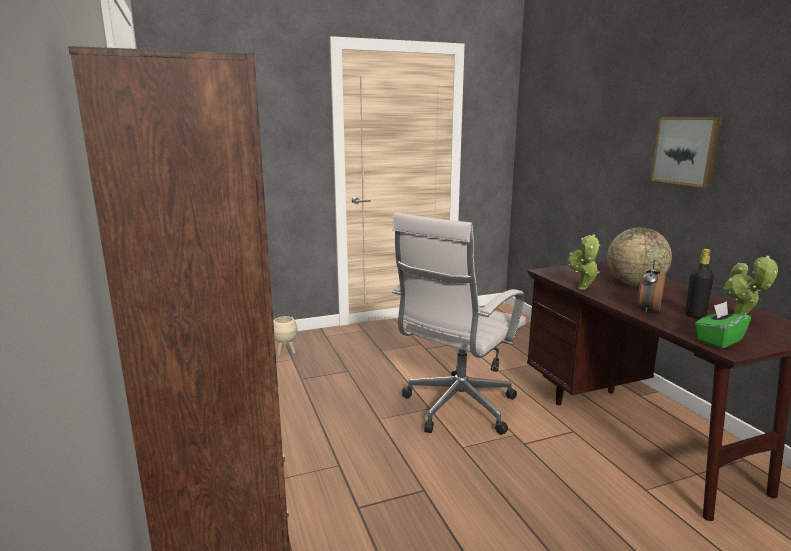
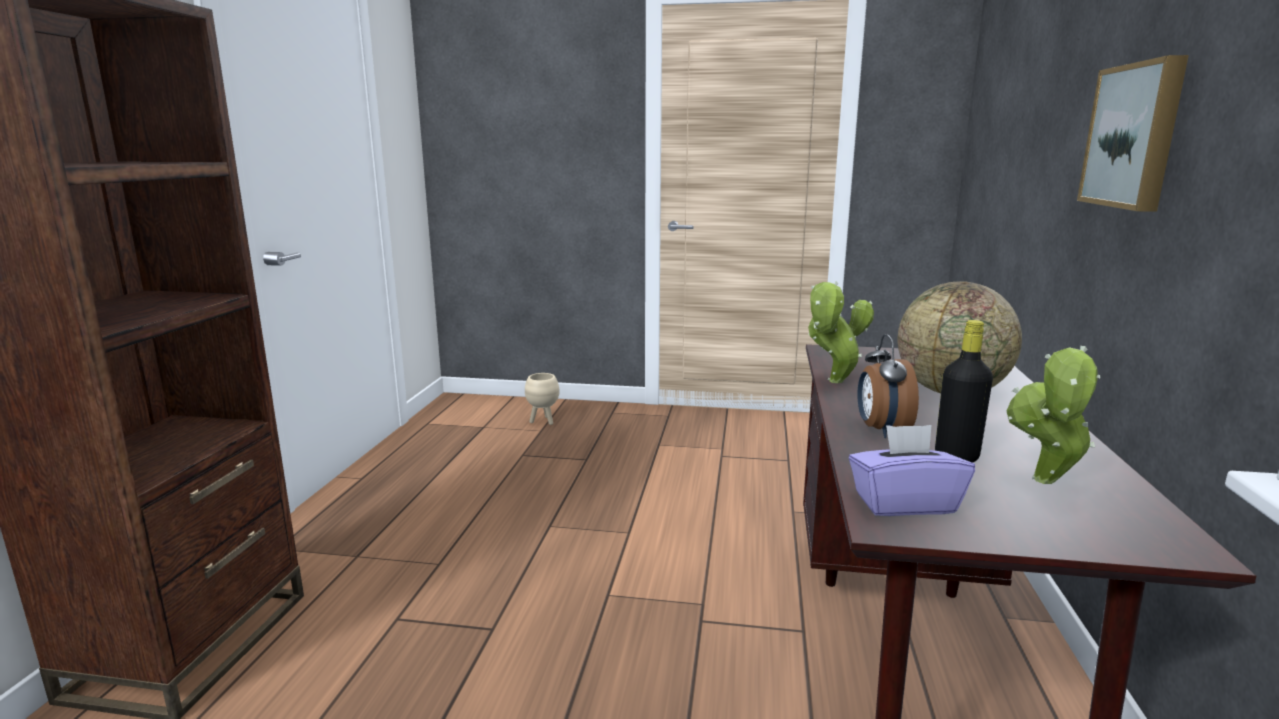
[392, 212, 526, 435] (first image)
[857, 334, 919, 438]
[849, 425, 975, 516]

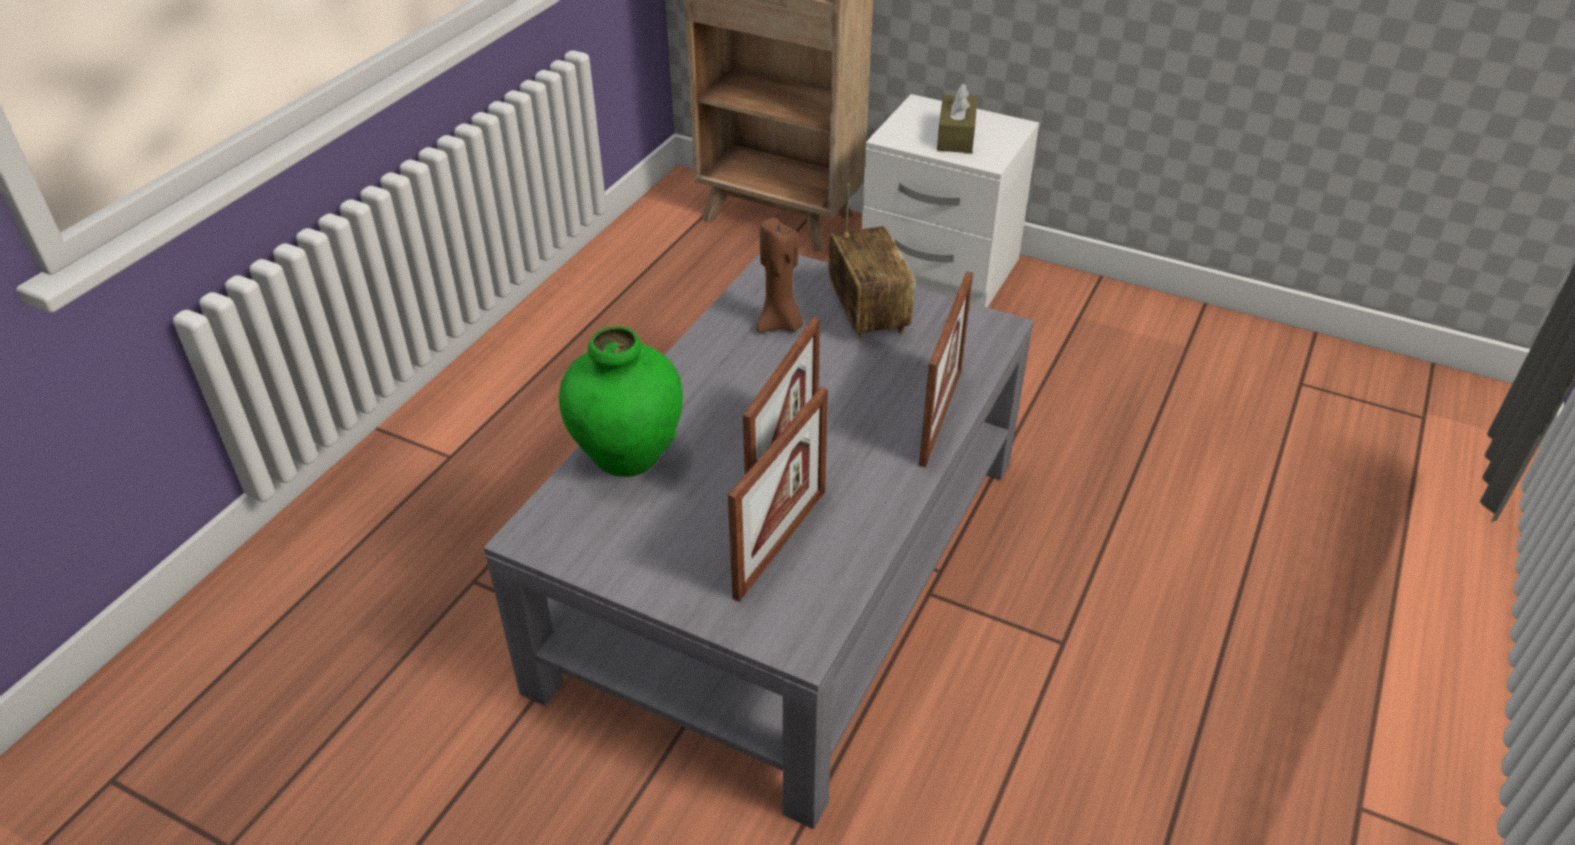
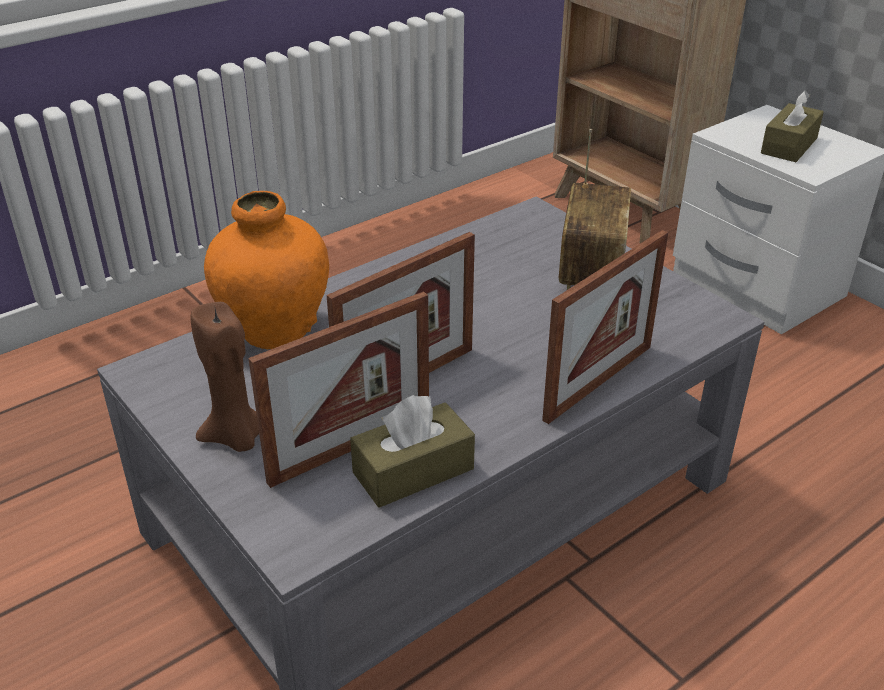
[204, 191, 329, 350]
[191, 302, 259, 452]
[350, 395, 475, 508]

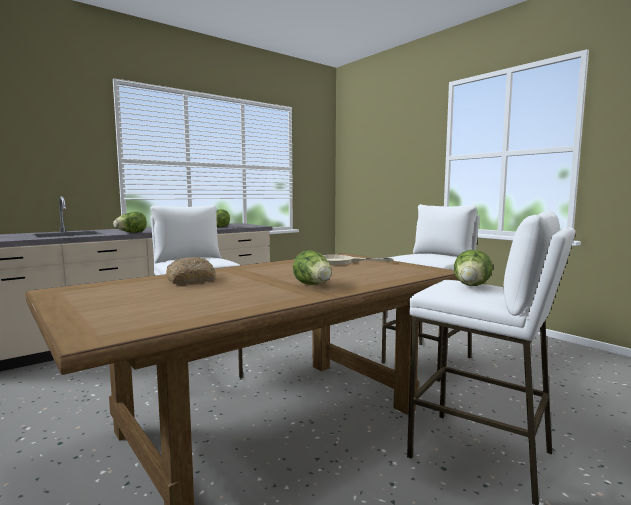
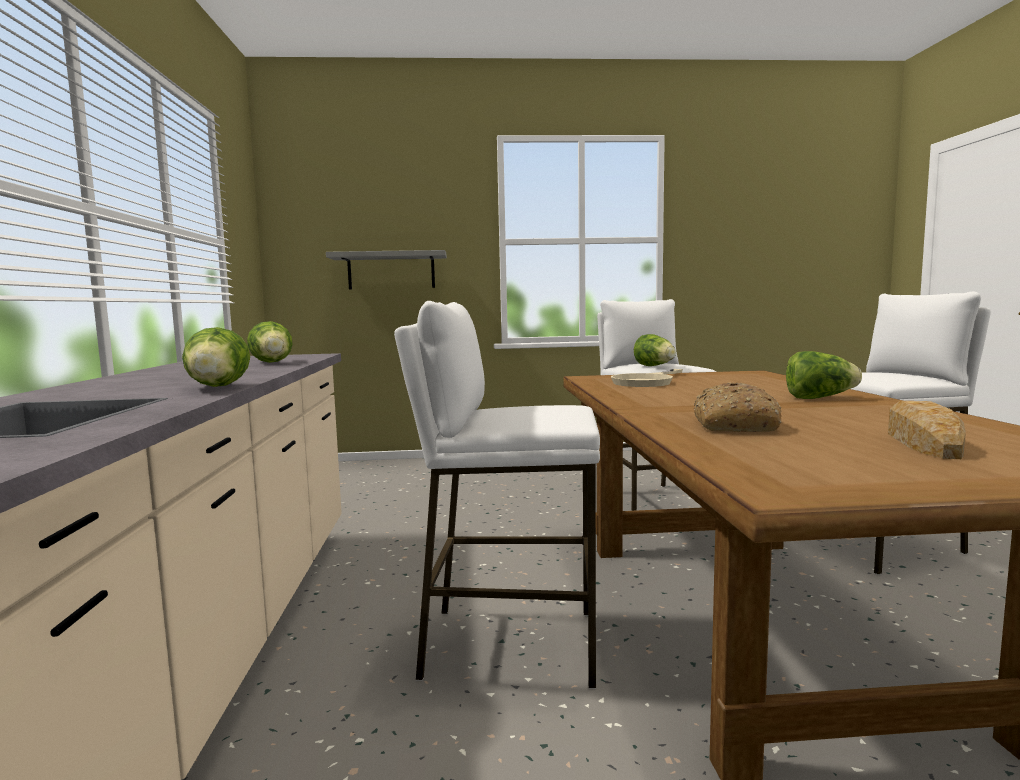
[634, 334, 676, 366]
[326, 250, 447, 289]
[888, 401, 966, 459]

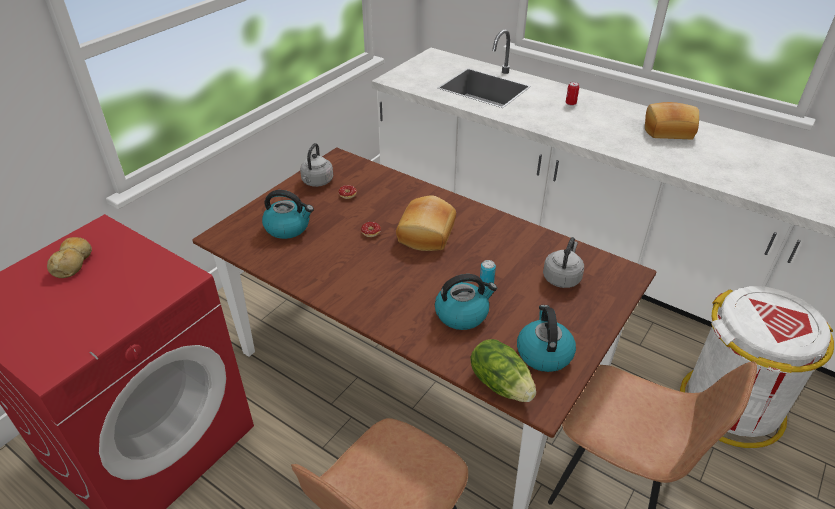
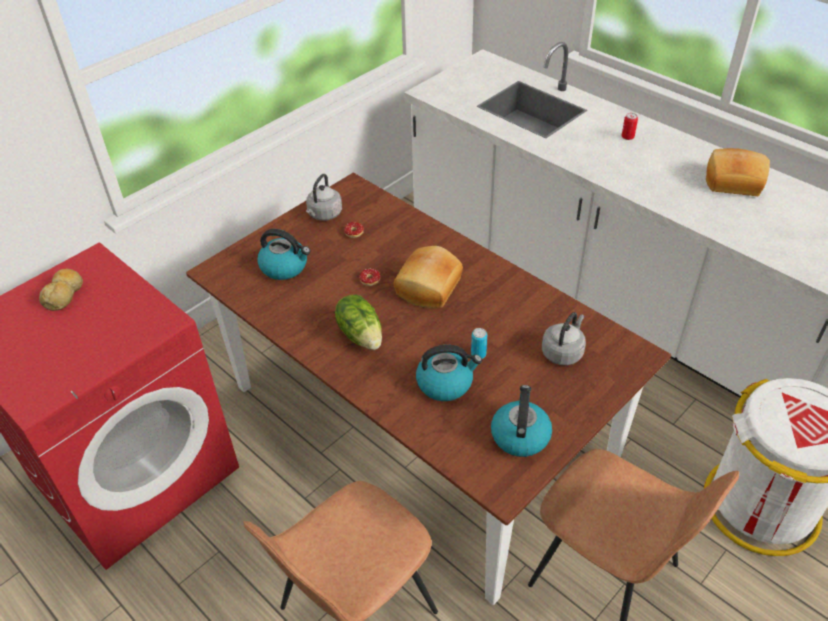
[335, 295, 382, 350]

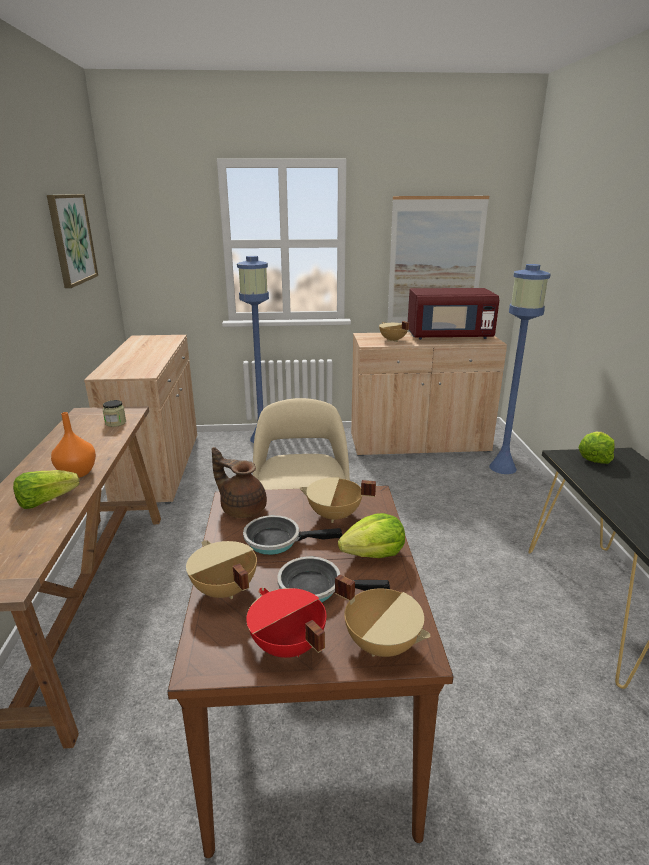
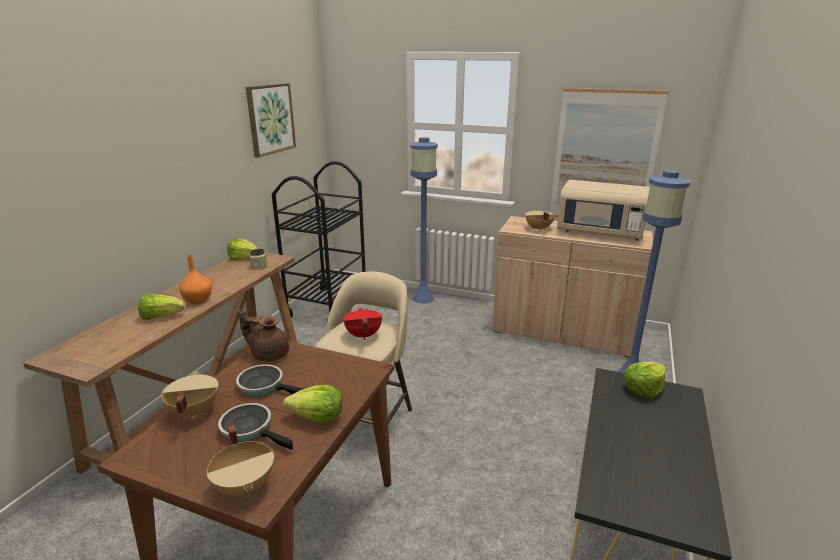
[272, 161, 366, 321]
[238, 309, 289, 362]
[343, 307, 382, 340]
[299, 477, 376, 523] (first image)
[557, 180, 650, 240]
[227, 238, 258, 260]

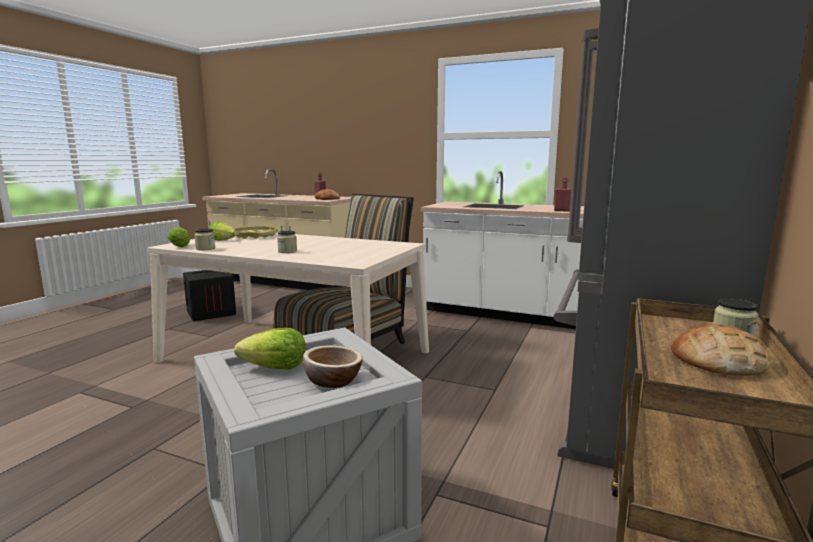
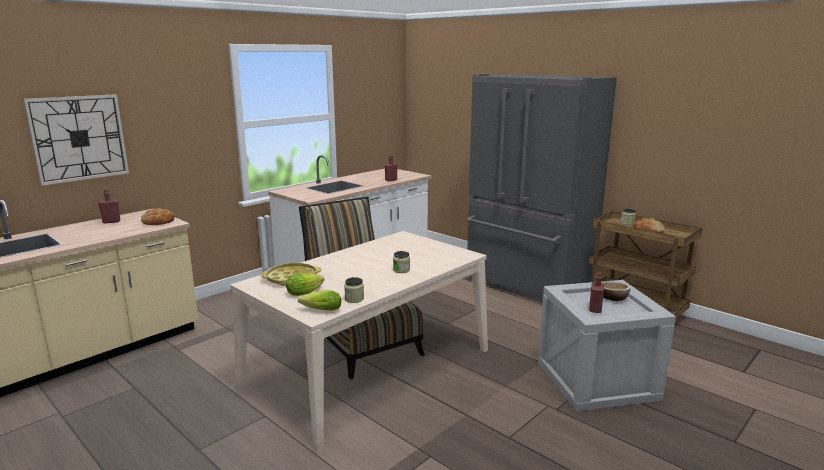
[183, 270, 236, 321] (first image)
[589, 272, 604, 313]
[23, 94, 129, 186]

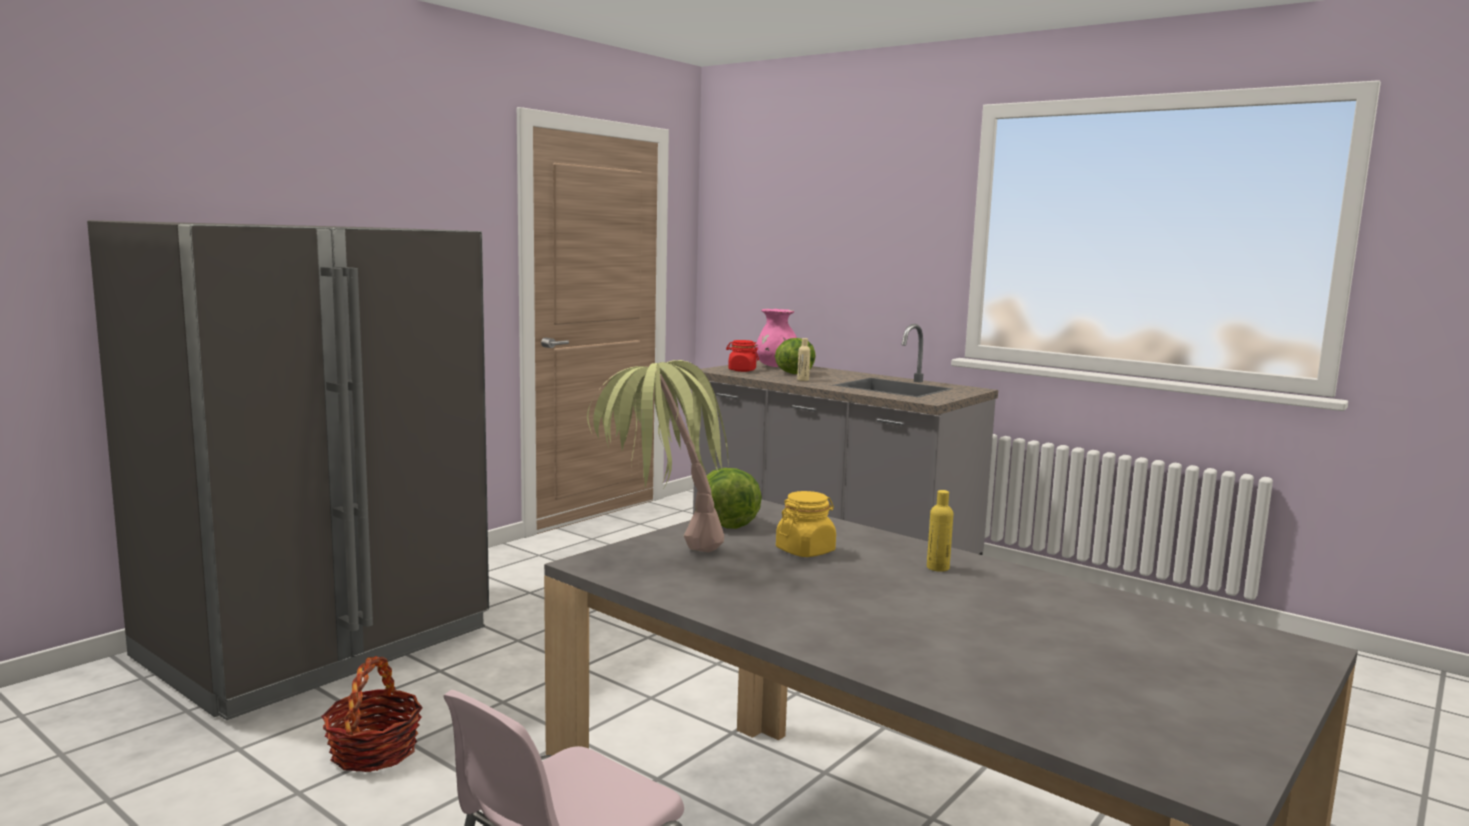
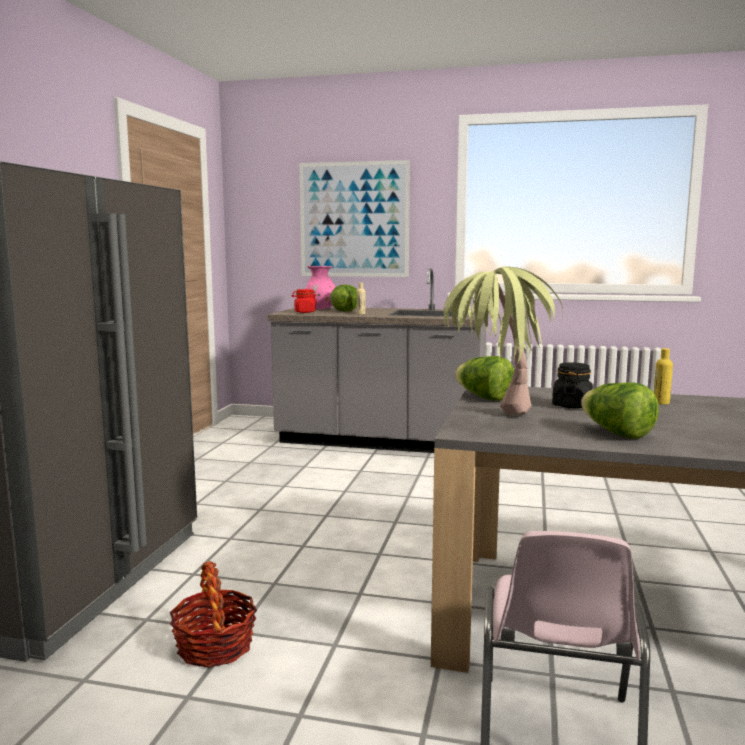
[552, 362, 593, 408]
[299, 160, 410, 277]
[581, 383, 659, 439]

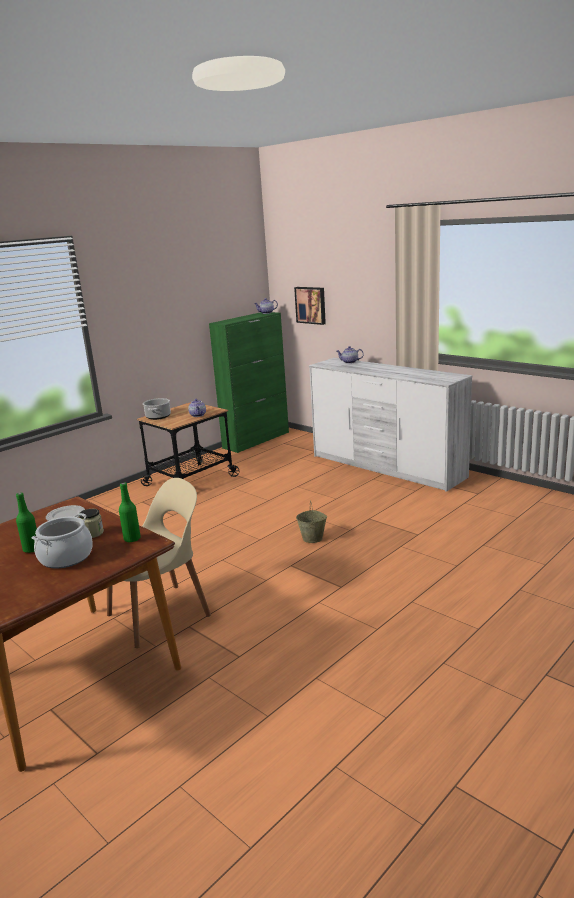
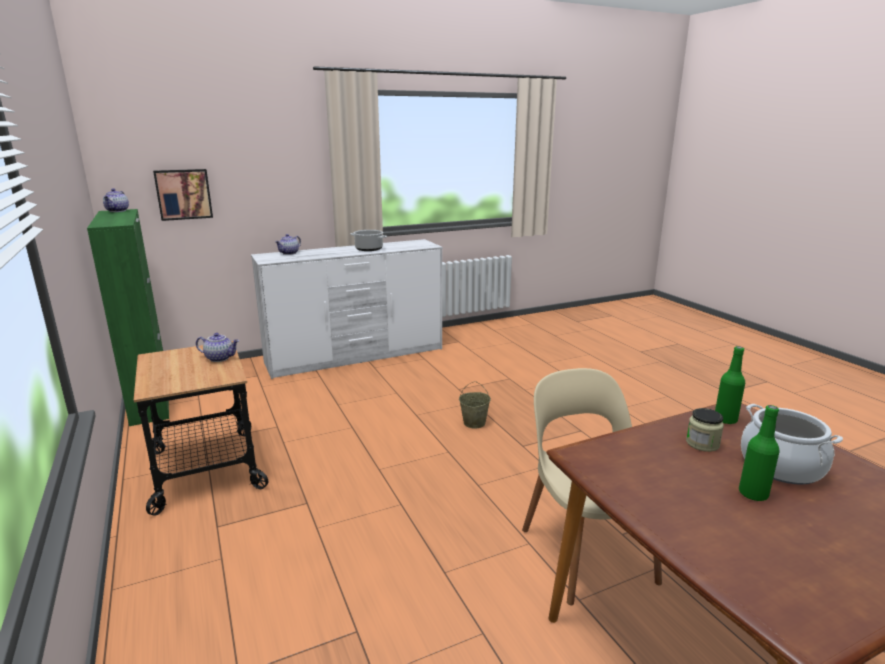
[46, 505, 85, 521] (first image)
[350, 230, 387, 251]

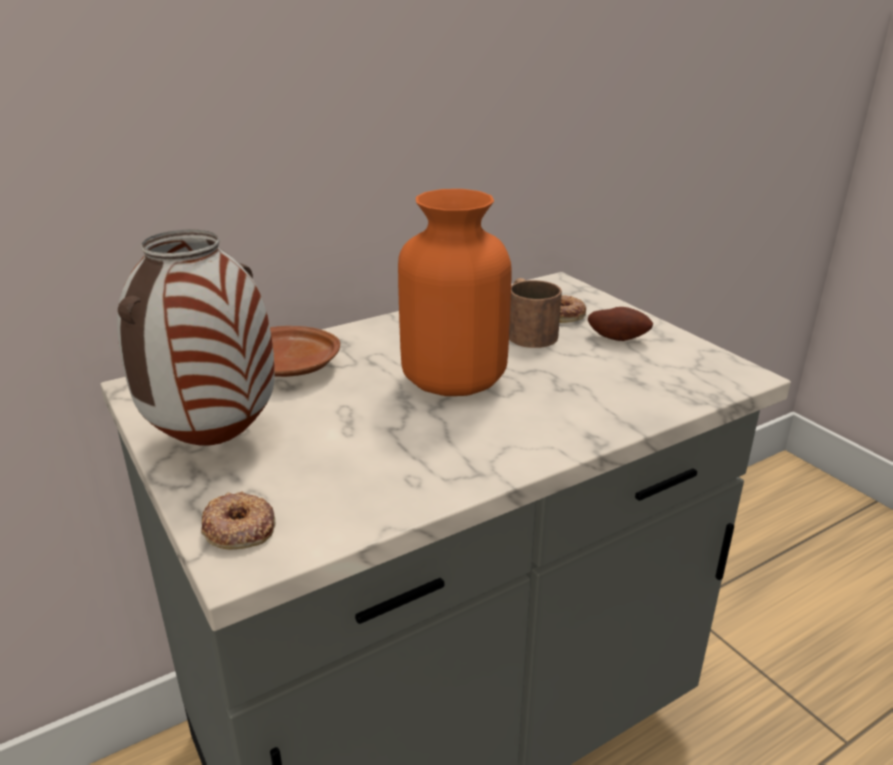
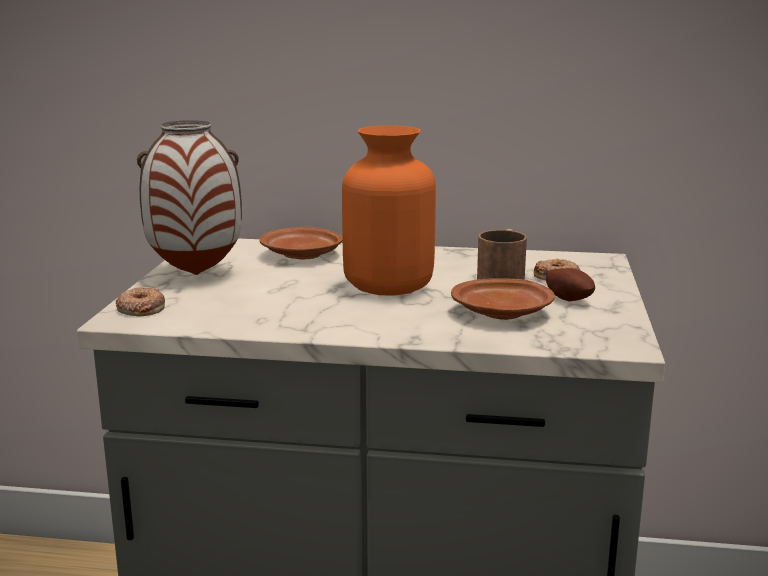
[451, 278, 555, 320]

